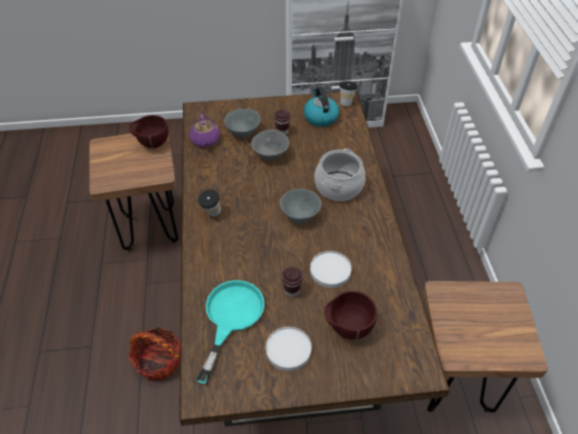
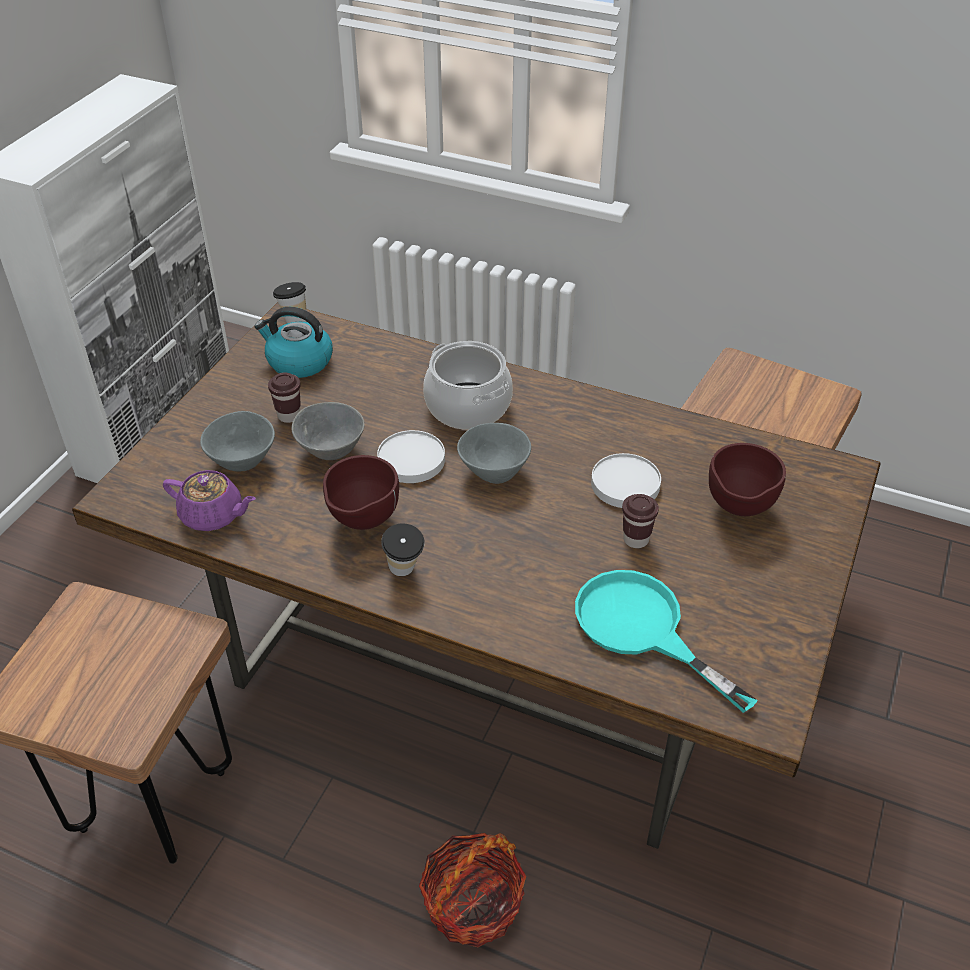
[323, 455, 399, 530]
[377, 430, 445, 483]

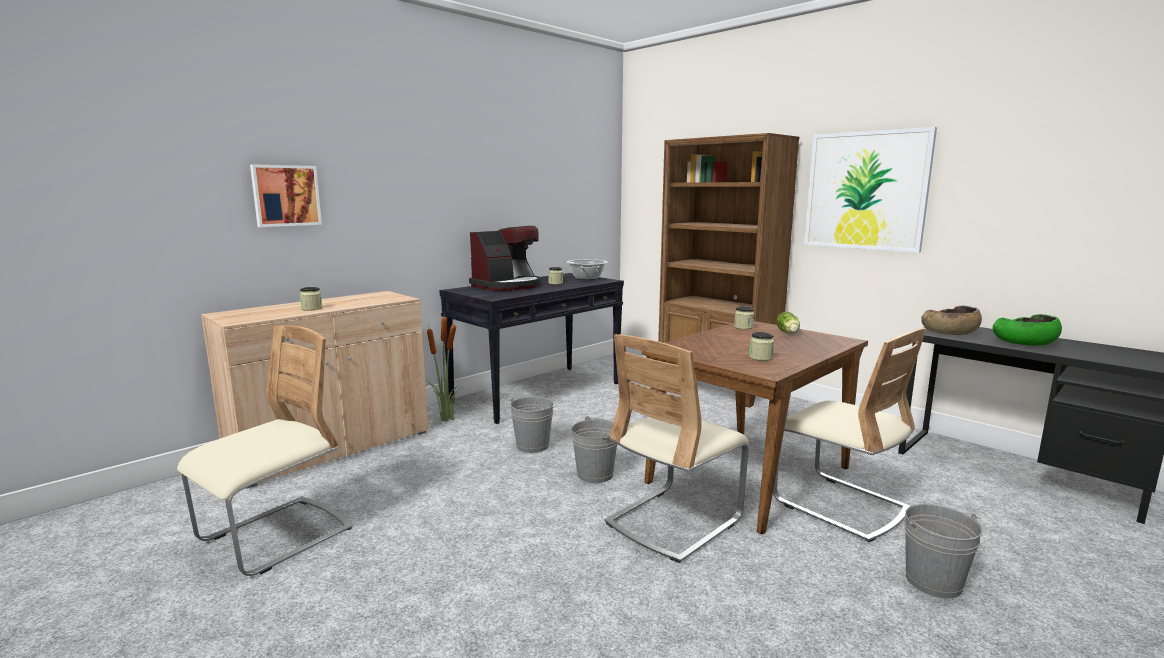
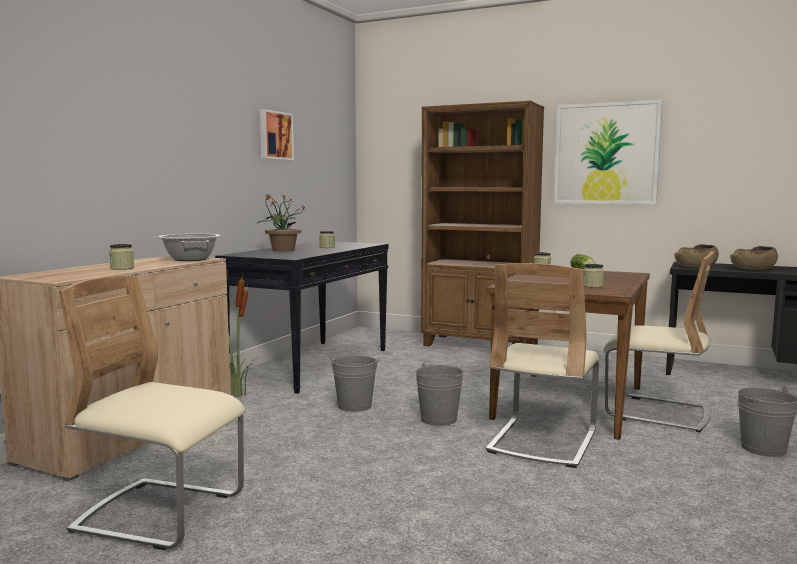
[59, 276, 245, 550]
[260, 109, 294, 160]
[258, 194, 304, 252]
[158, 234, 220, 261]
[730, 246, 778, 270]

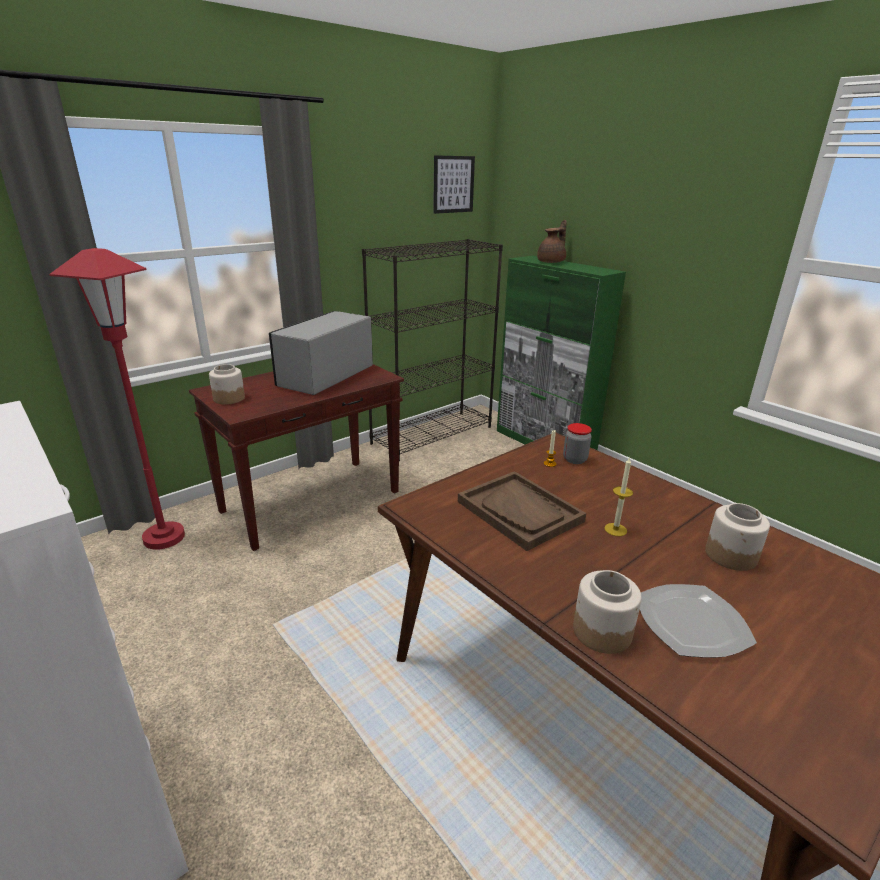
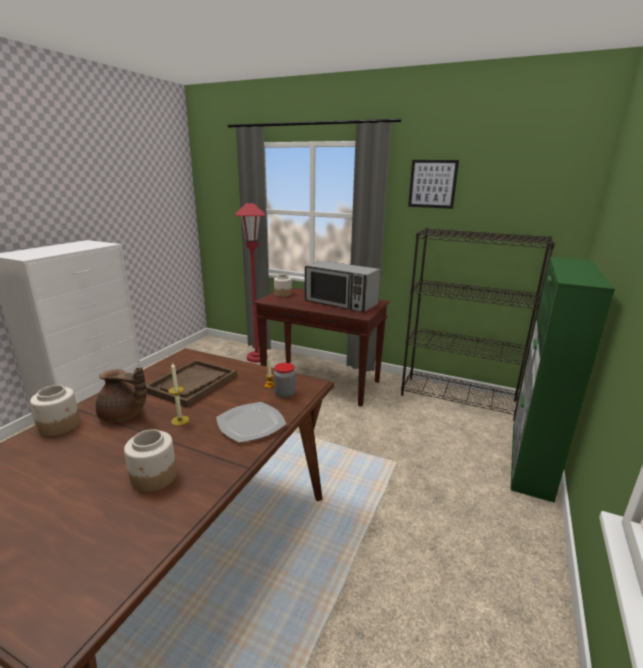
[305, 261, 380, 312]
[408, 160, 459, 209]
[96, 367, 147, 422]
[216, 402, 286, 443]

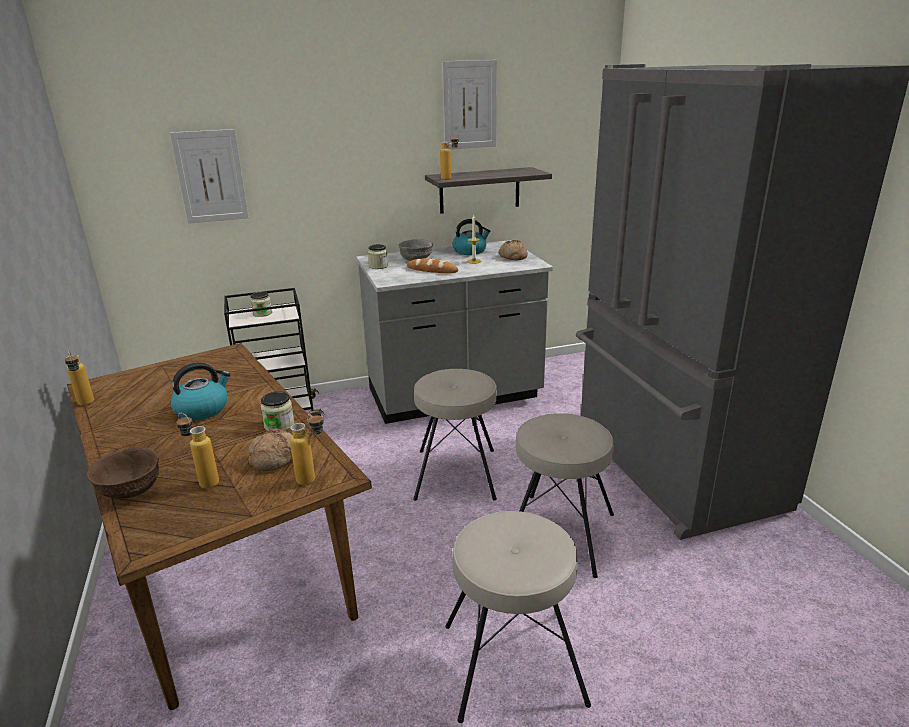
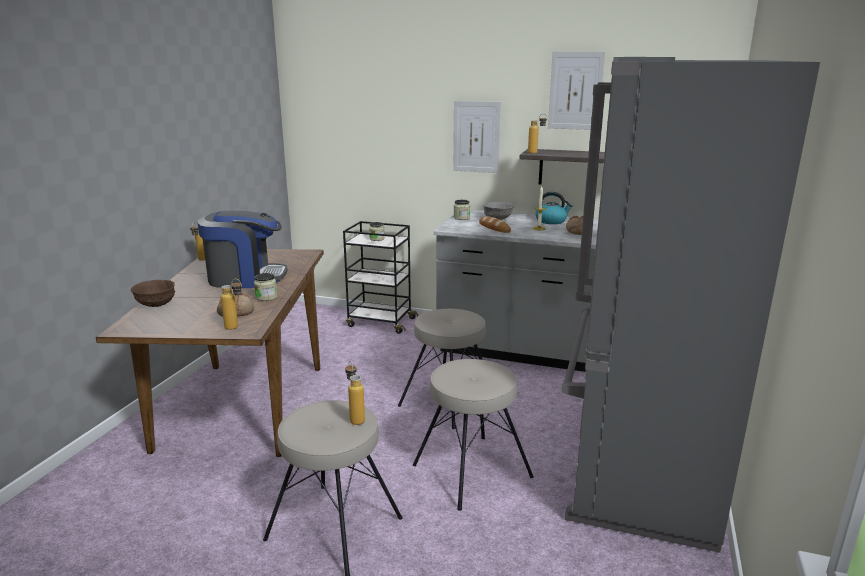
[453, 101, 501, 173]
[197, 211, 287, 288]
[345, 361, 365, 425]

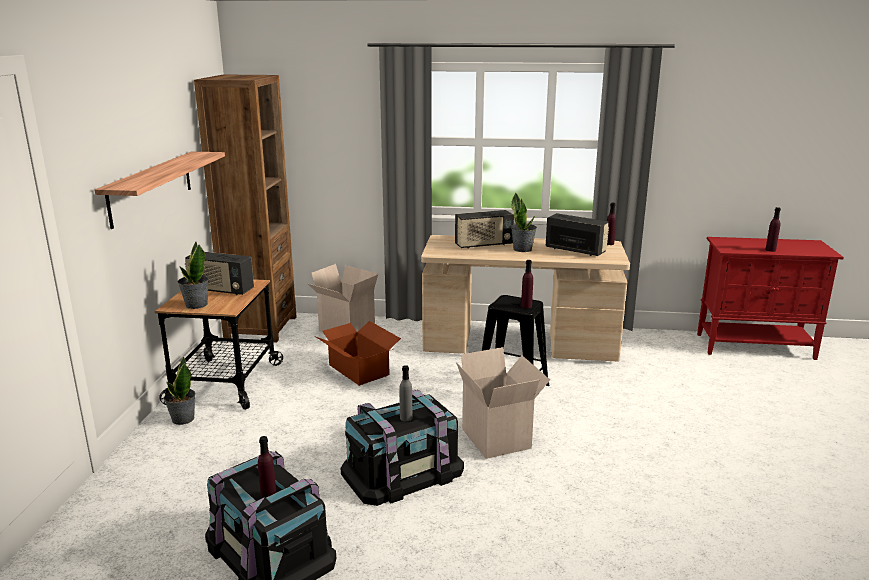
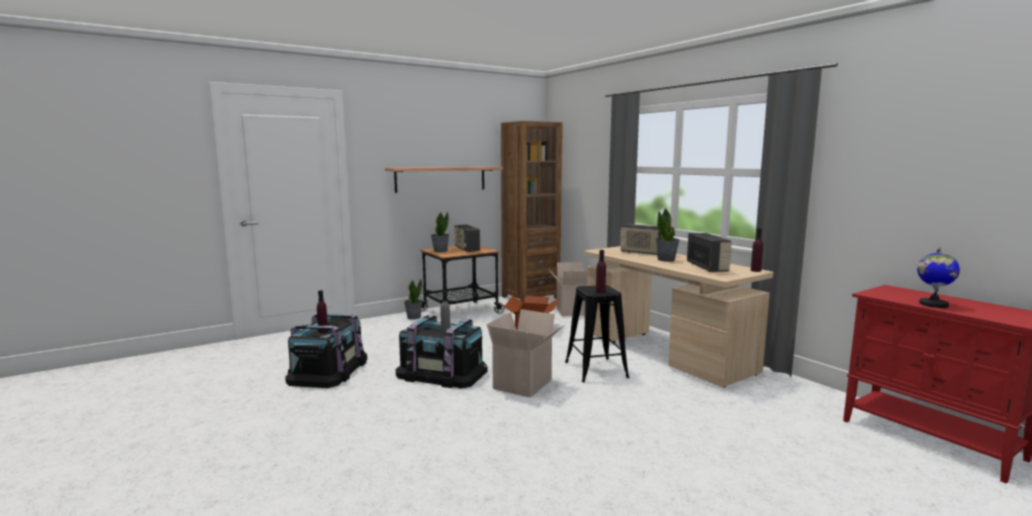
[917, 247, 960, 308]

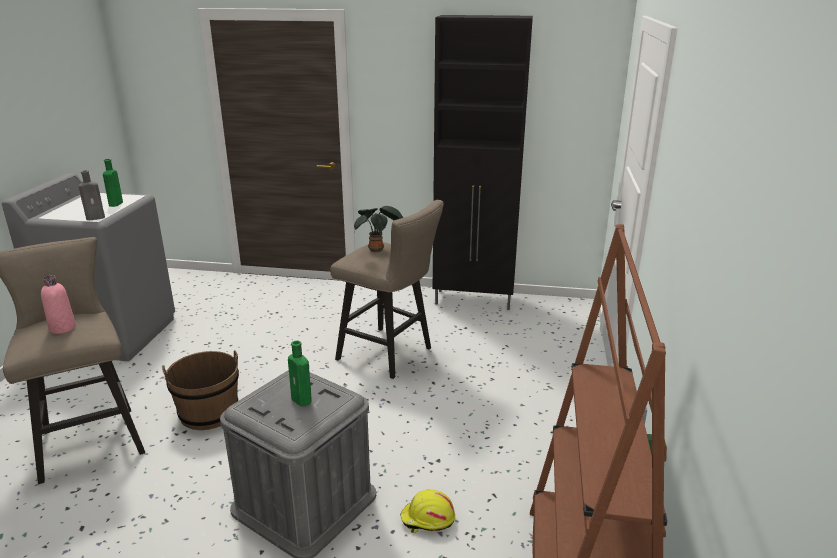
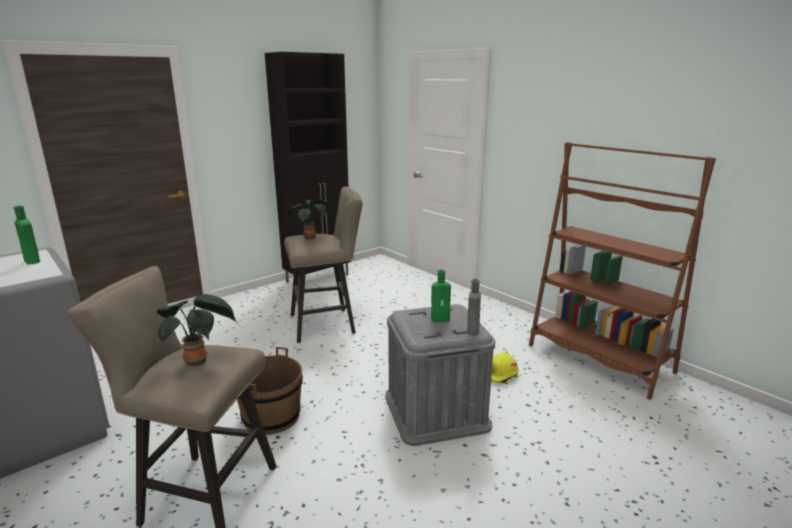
[157, 294, 237, 366]
[467, 279, 481, 335]

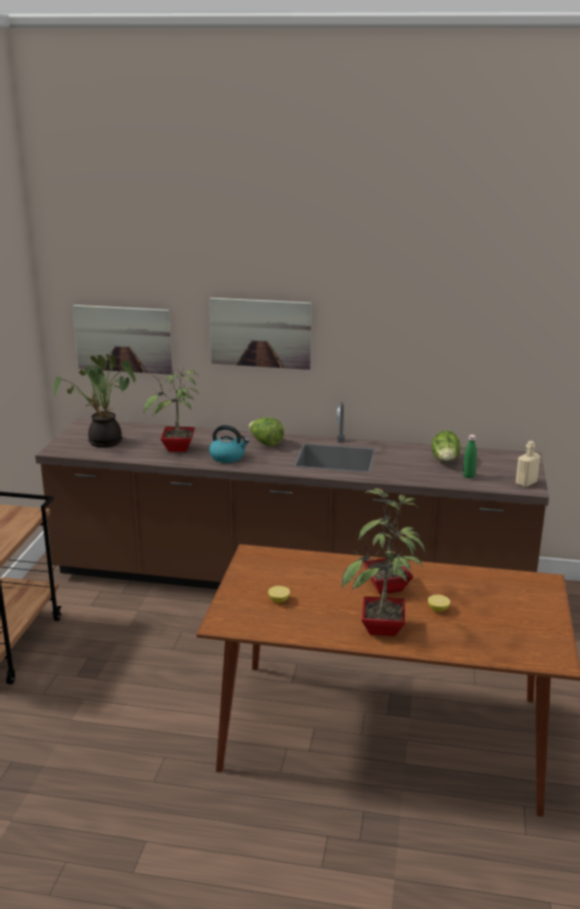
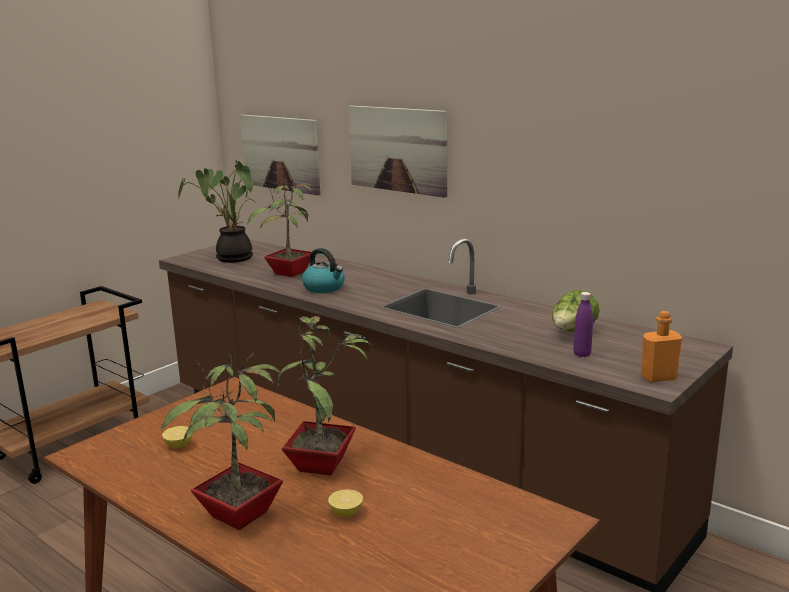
[249, 417, 284, 446] (first image)
[574, 292, 593, 357]
[641, 311, 682, 382]

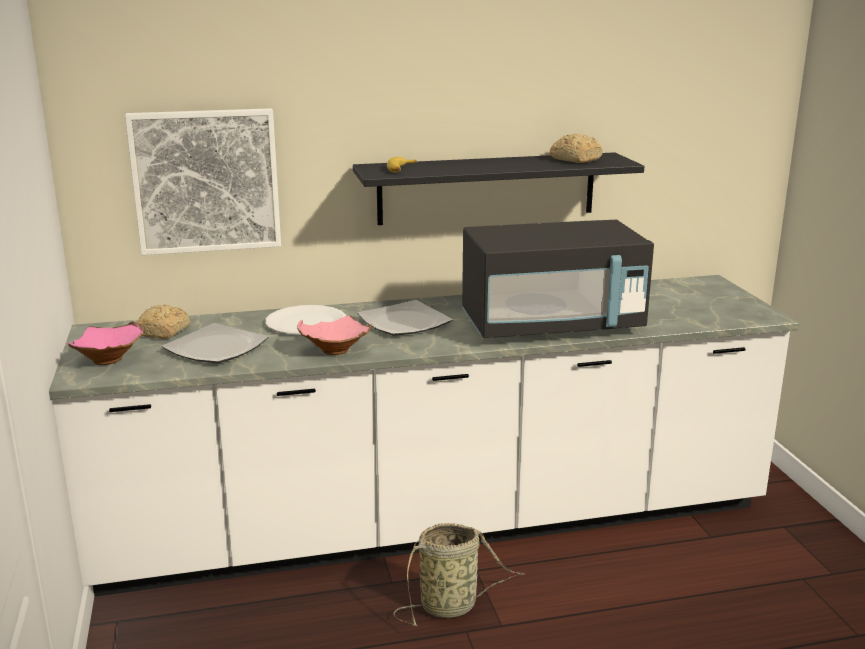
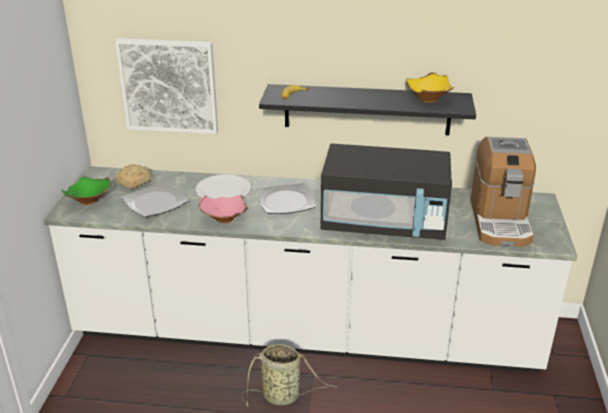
[62, 176, 111, 205]
[406, 72, 454, 103]
[471, 137, 536, 247]

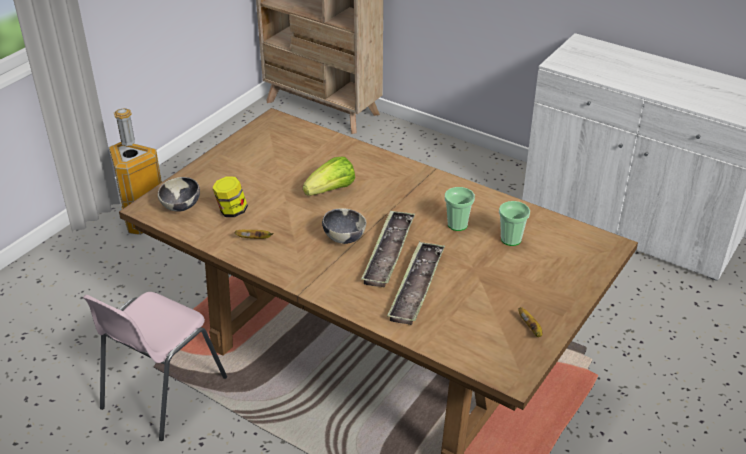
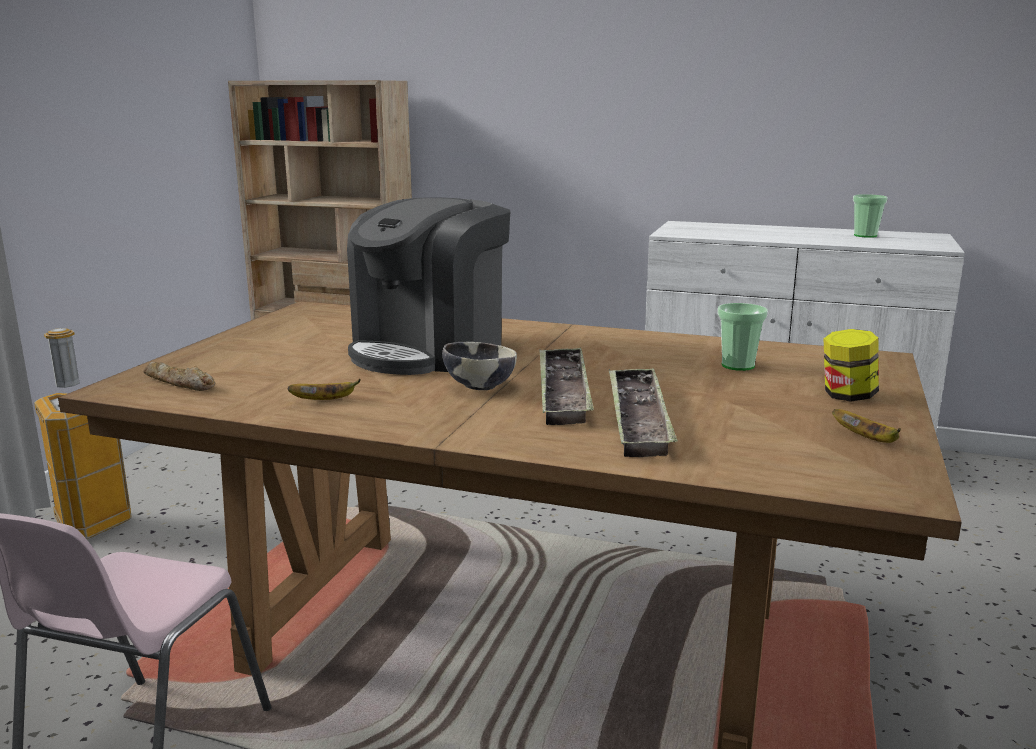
[143, 362, 215, 391]
[824, 329, 879, 402]
[347, 197, 510, 375]
[853, 194, 888, 238]

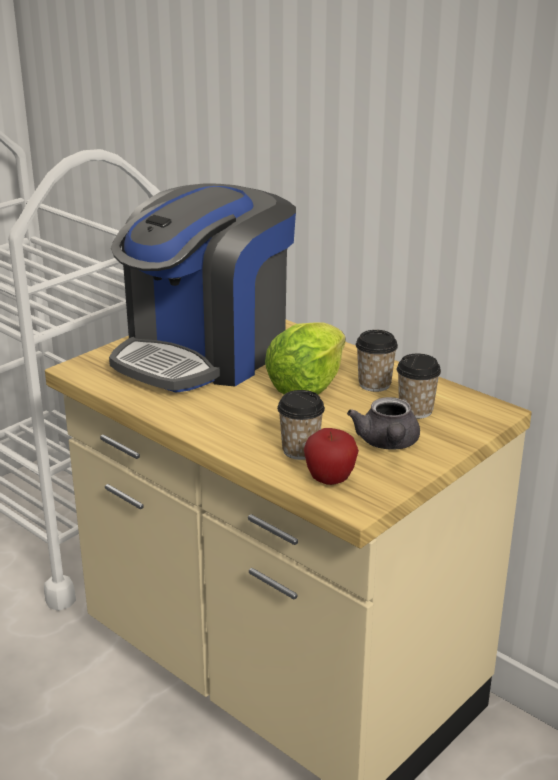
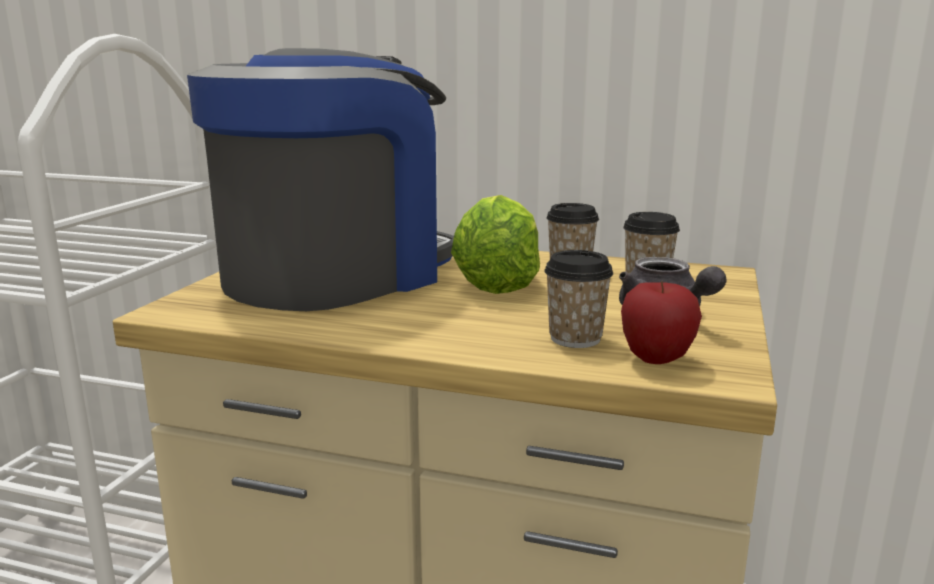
[187, 48, 454, 311]

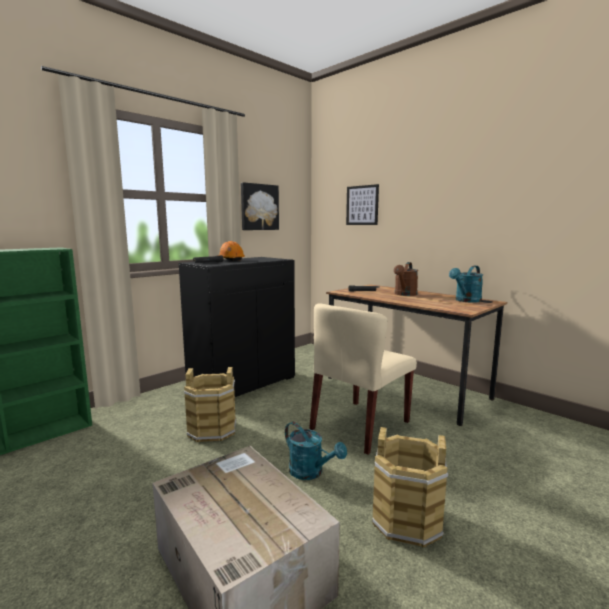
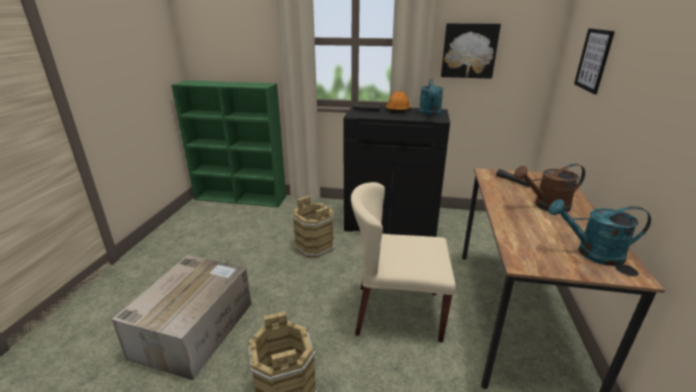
[419, 79, 443, 116]

